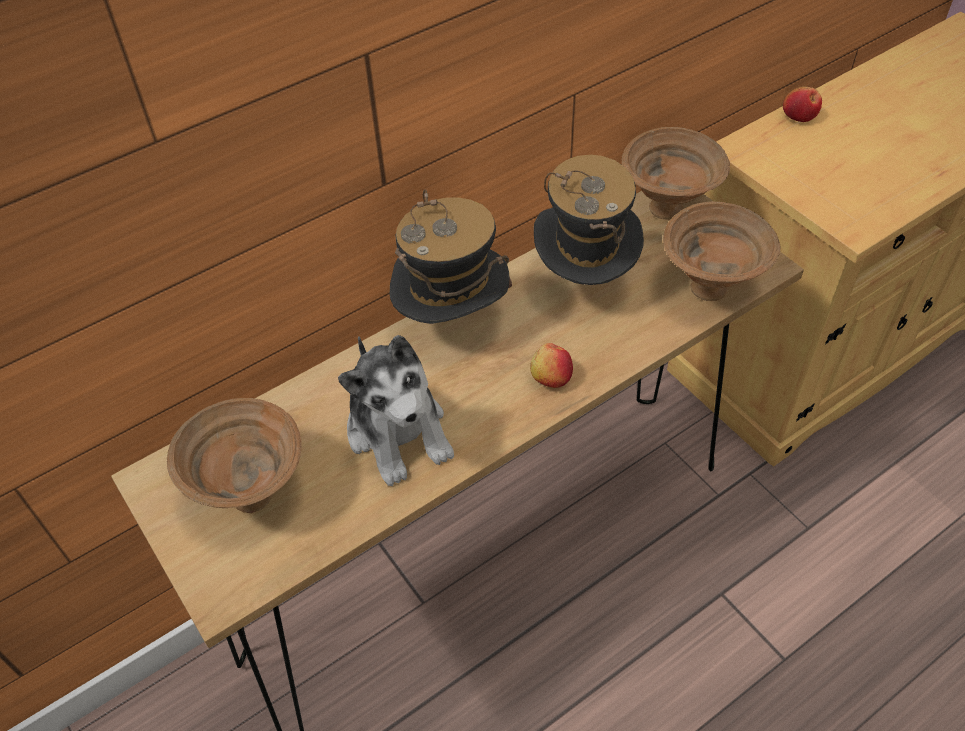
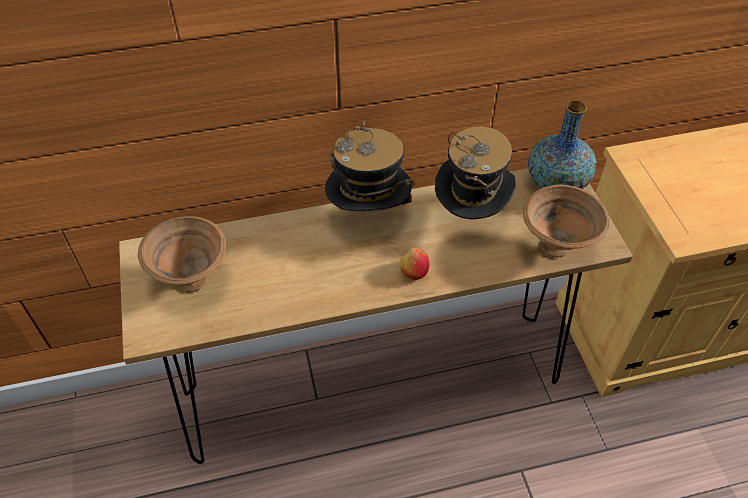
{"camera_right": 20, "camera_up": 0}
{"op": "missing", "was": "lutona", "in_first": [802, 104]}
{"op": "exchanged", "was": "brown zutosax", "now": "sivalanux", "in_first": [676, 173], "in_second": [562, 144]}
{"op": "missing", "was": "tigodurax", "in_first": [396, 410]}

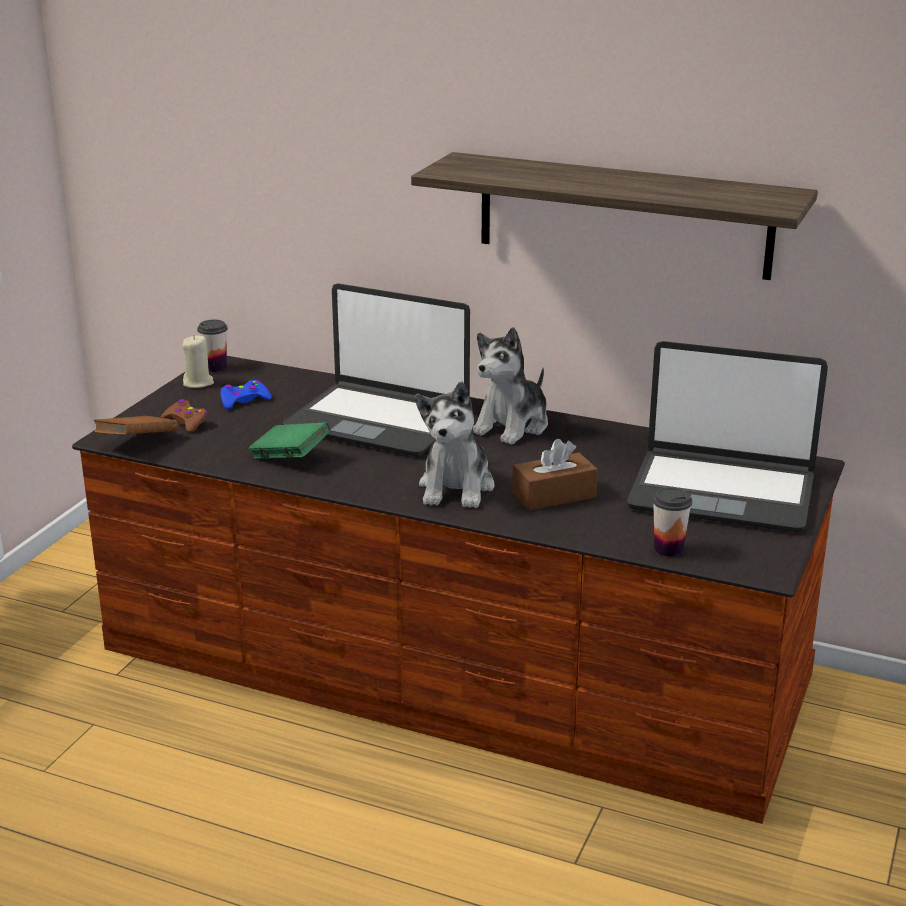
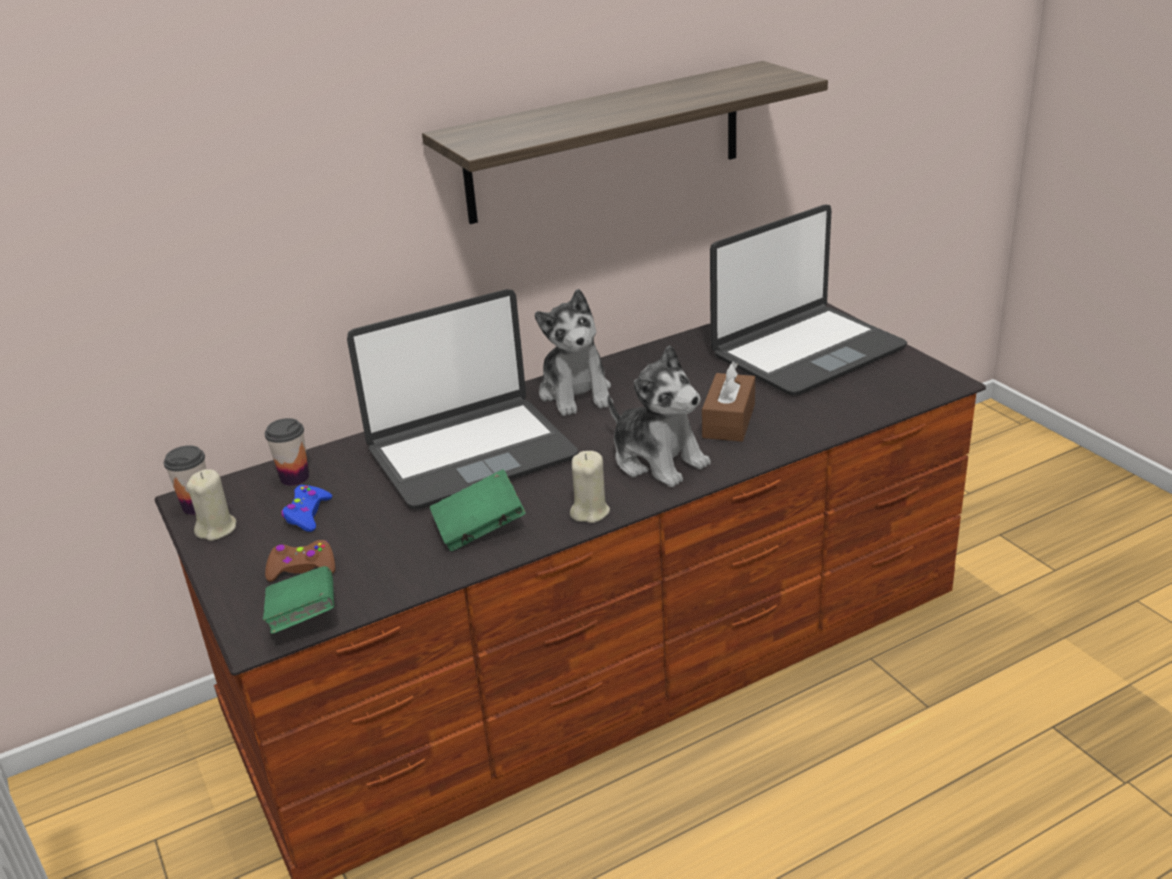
{"camera_right": -50, "camera_up": 5}
{"op": "colour", "was": "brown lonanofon", "now": "green lonanofon", "in_first": [136, 425], "in_second": [298, 600]}
{"op": "relocated", "was": "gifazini", "in_first": [672, 522], "in_second": [287, 452]}
{"op": "appeared", "now": "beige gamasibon", "in_second": [590, 487]}

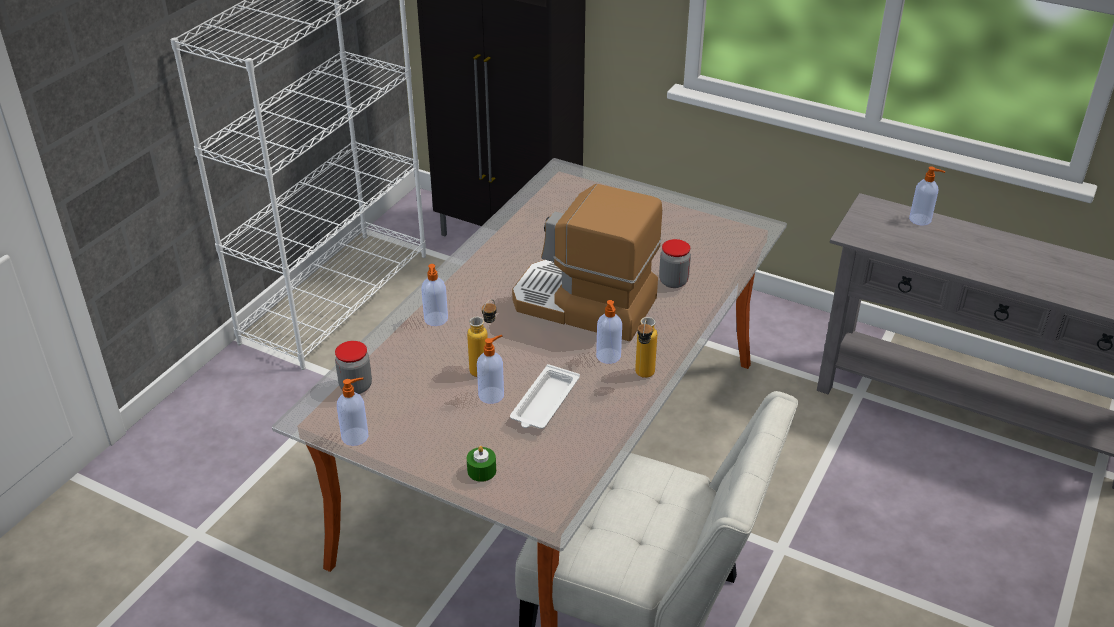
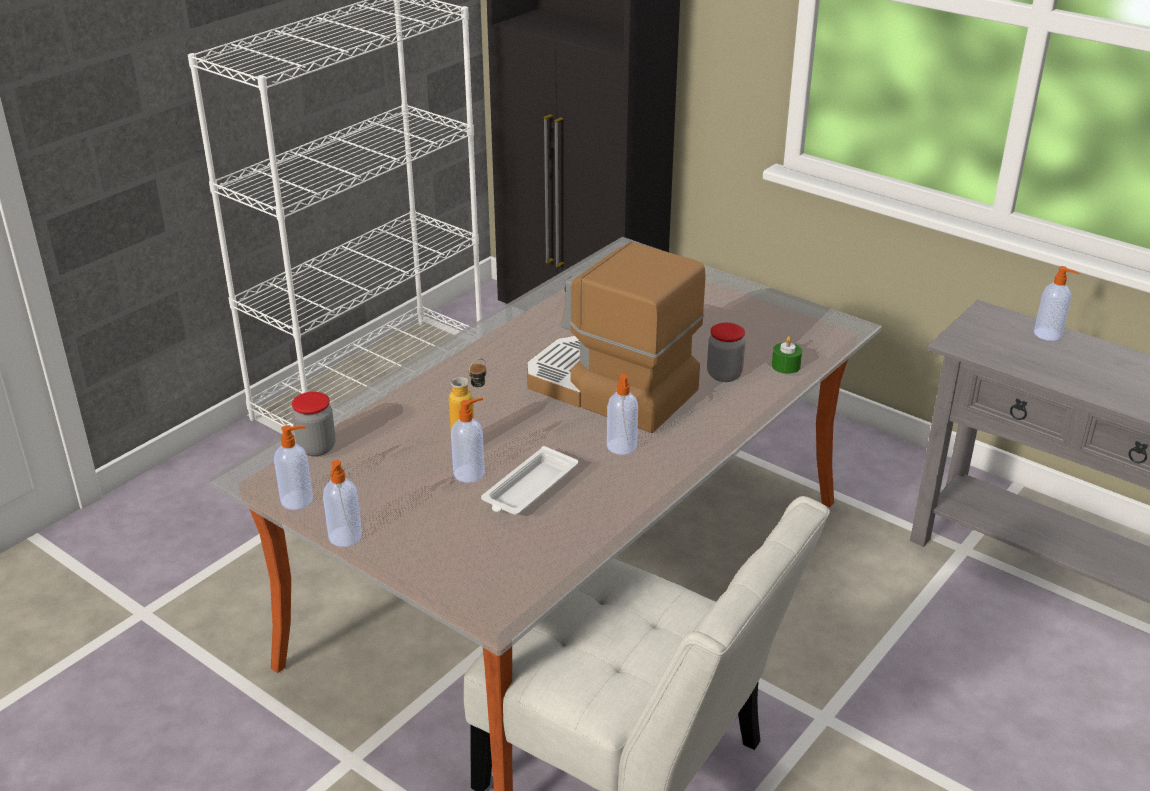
{"camera_right": 10, "camera_up": -5}
{"op": "relocated", "was": "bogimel", "in_first": [434, 295], "in_second": [342, 503]}
{"op": "missing", "was": "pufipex", "in_first": [646, 347]}
{"op": "relocated", "was": "green gamasibon", "in_first": [481, 464], "in_second": [787, 355]}

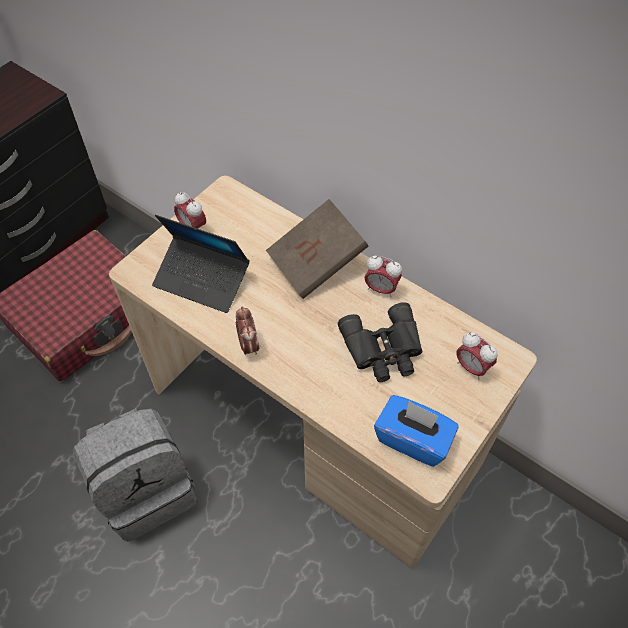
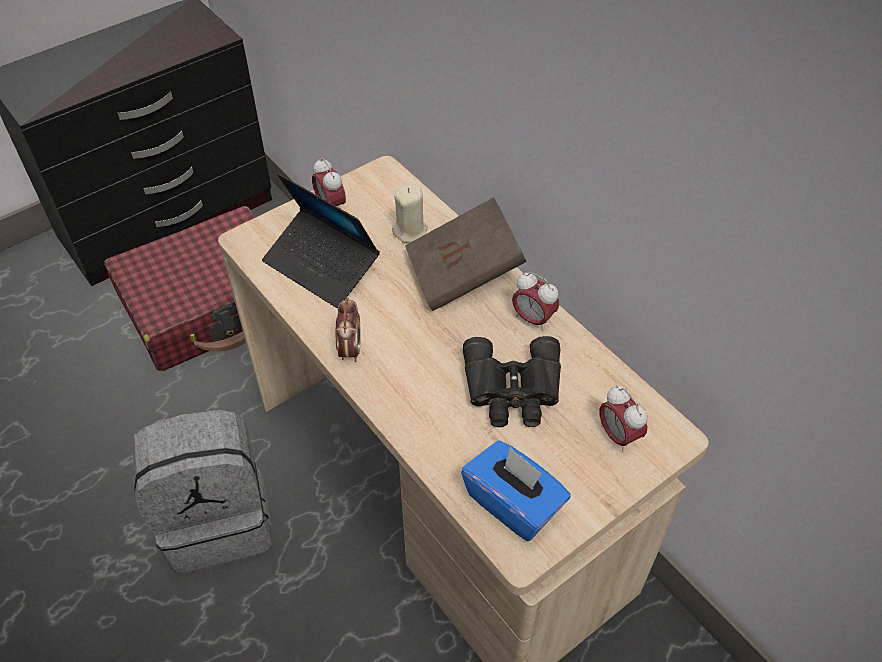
{"camera_right": 15, "camera_up": -5}
{"op": "appeared", "now": "beige gamasibon", "in_second": [410, 213]}

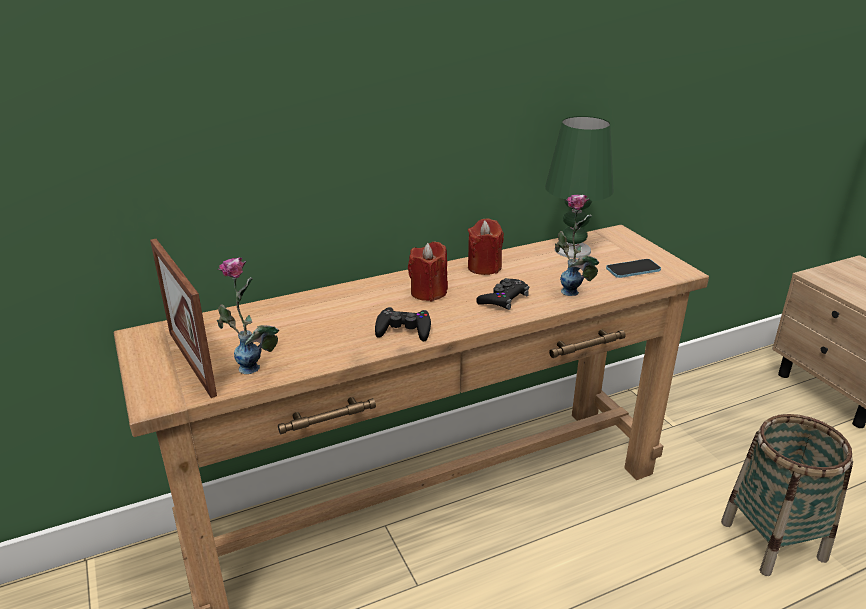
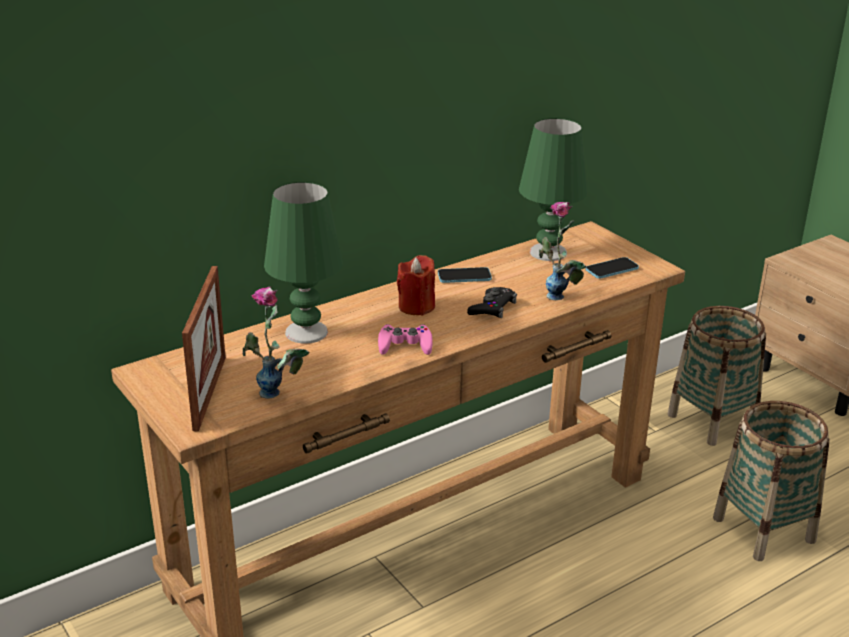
{"camera_right": -10, "camera_up": 0}
{"op": "exchanged", "was": "red gamasibon", "now": "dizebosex", "in_first": [486, 246], "in_second": [465, 275]}
{"op": "spun", "was": "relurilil", "in_first": [183, 318], "in_second": [204, 349], "clockwise": -135}
{"op": "colour", "was": "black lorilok", "now": "pink lorilok", "in_first": [403, 324], "in_second": [405, 339]}
{"op": "appeared", "now": "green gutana", "in_second": [303, 263]}
{"op": "appeared", "now": "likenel", "in_second": [716, 376]}

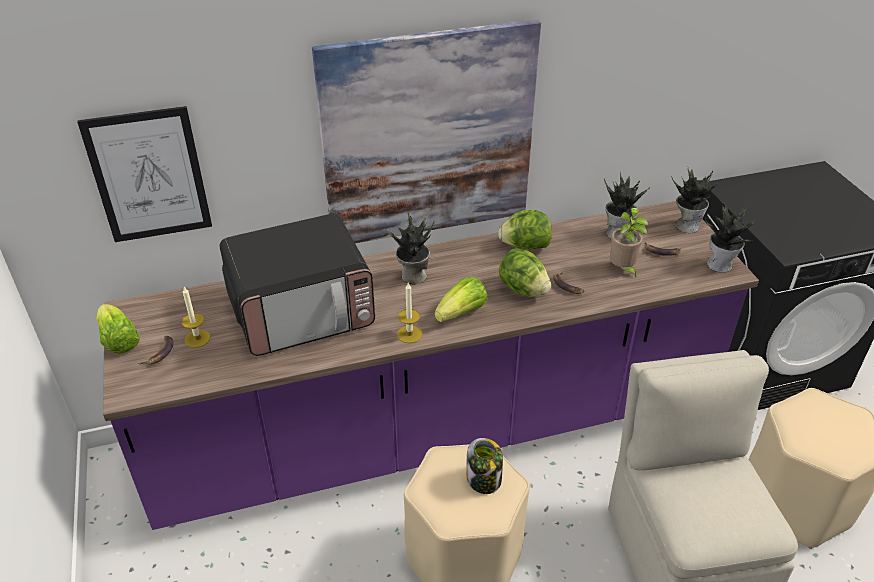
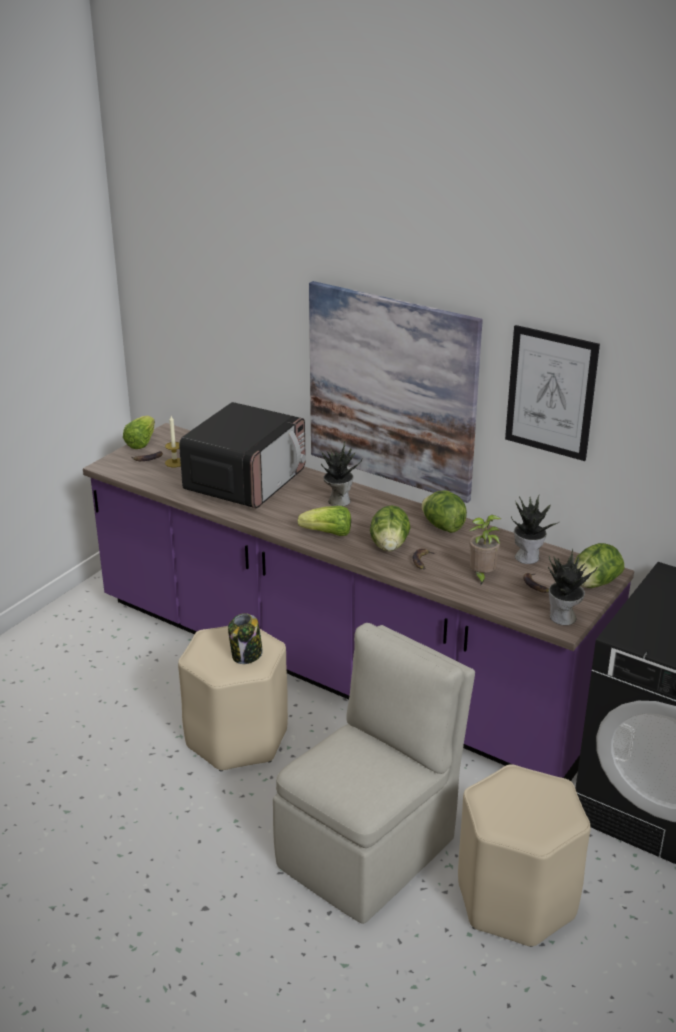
{"camera_right": 50, "camera_up": -10}
{"op": "relocated", "was": "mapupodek", "in_first": [144, 174], "in_second": [552, 393]}
{"op": "exchanged", "was": "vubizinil", "now": "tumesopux", "in_first": [695, 201], "in_second": [599, 565]}
{"op": "spun", "was": "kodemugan", "in_first": [297, 284], "in_second": [242, 455], "clockwise": -90}
{"op": "missing", "was": "gamasibon", "in_first": [409, 313]}

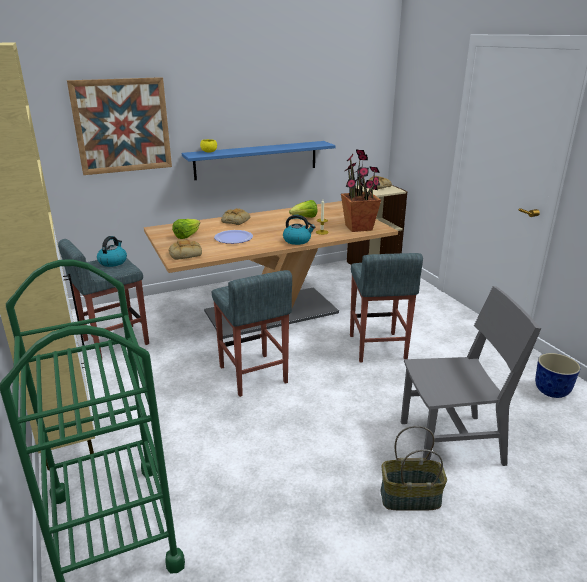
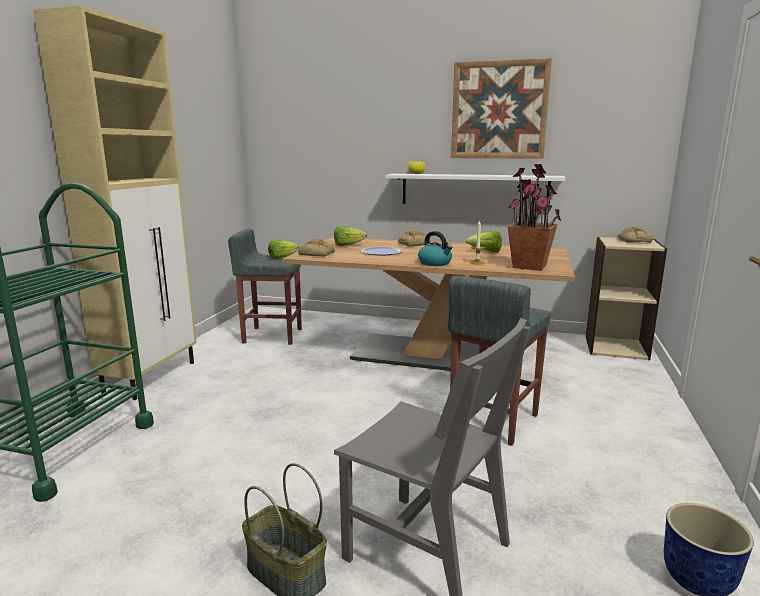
{"camera_right": 40, "camera_up": -10}
{"op": "relocated", "was": "mapupodek", "in_first": [119, 126], "in_second": [501, 108]}
{"op": "colour", "was": "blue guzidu", "now": "white guzidu", "in_first": [259, 160], "in_second": [475, 189]}
{"op": "exchanged", "was": "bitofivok", "now": "tumesopux", "in_first": [112, 251], "in_second": [283, 249]}
{"op": "missing", "was": "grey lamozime", "in_first": [252, 333]}

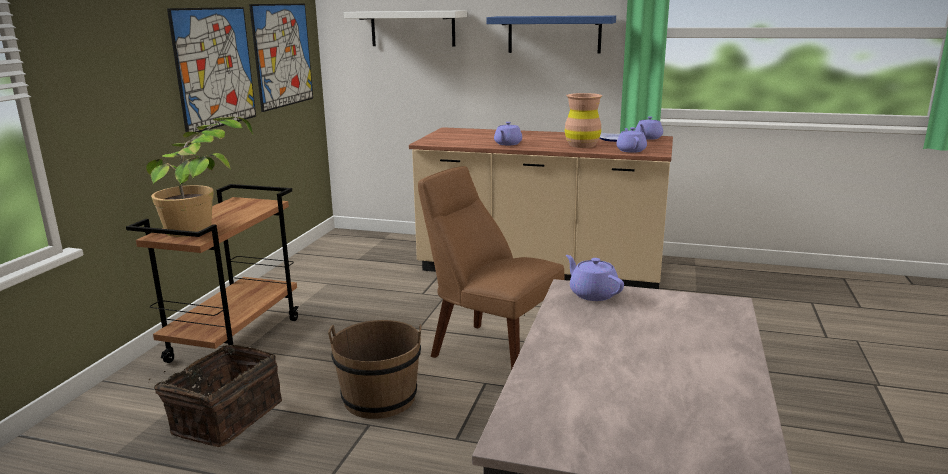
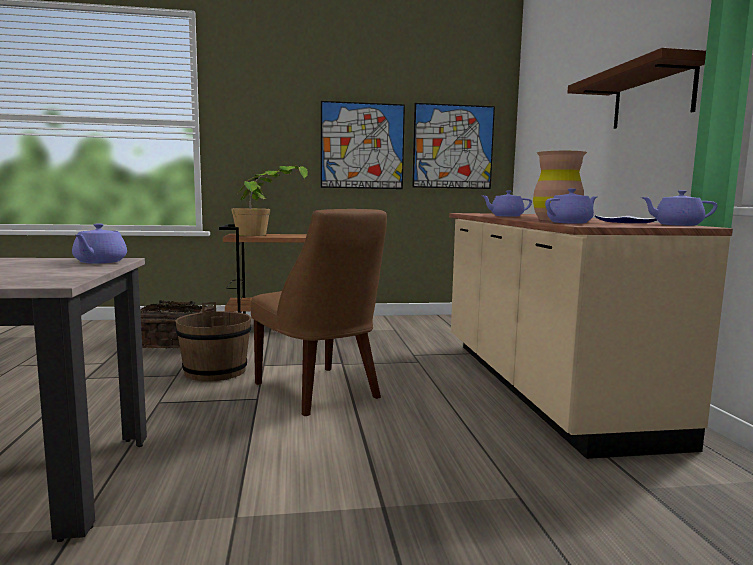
{"camera_right": 65, "camera_up": -10}
{"op": "missing", "was": "white guzidu", "in_first": [405, 28]}
{"op": "colour", "was": "blue guzidu", "now": "brown guzidu", "in_first": [551, 35], "in_second": [636, 88]}
{"op": "spun", "was": "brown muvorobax", "in_first": [491, 268], "in_second": [319, 312], "clockwise": 135}
{"op": "spun", "was": "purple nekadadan", "in_first": [595, 278], "in_second": [99, 244], "clockwise": 150}

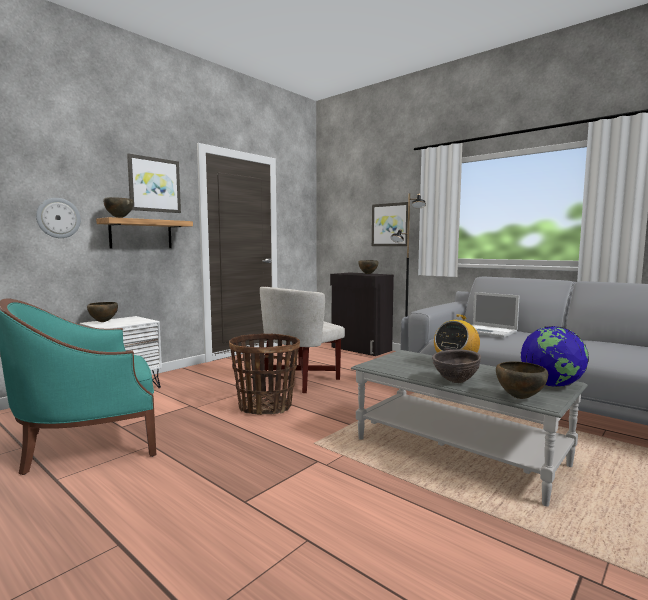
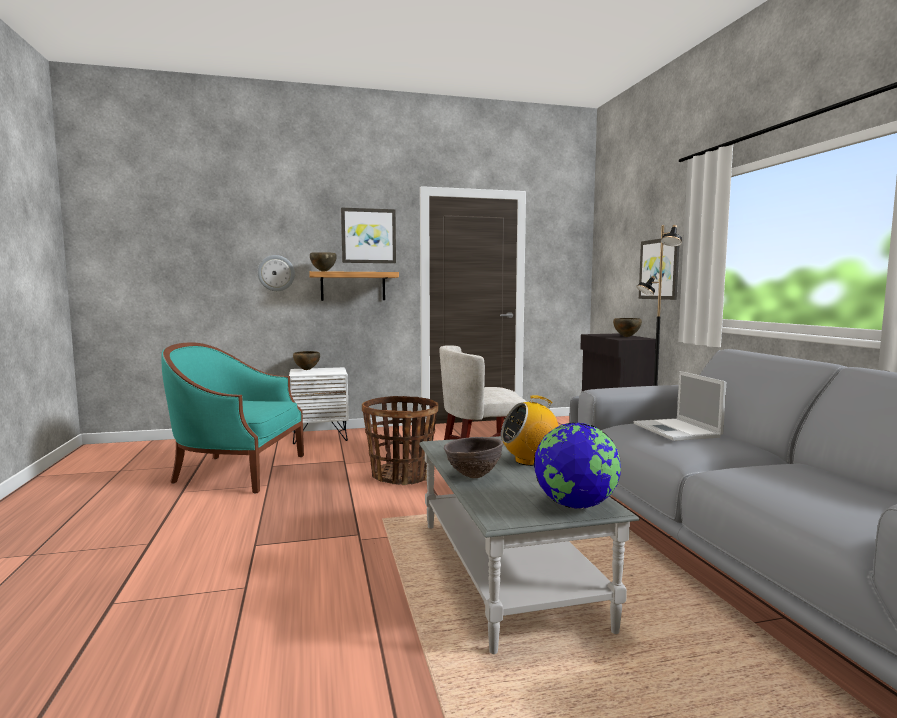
{"camera_right": 35, "camera_up": 0}
{"op": "missing", "was": "brown zutosax", "in_first": [522, 380]}

